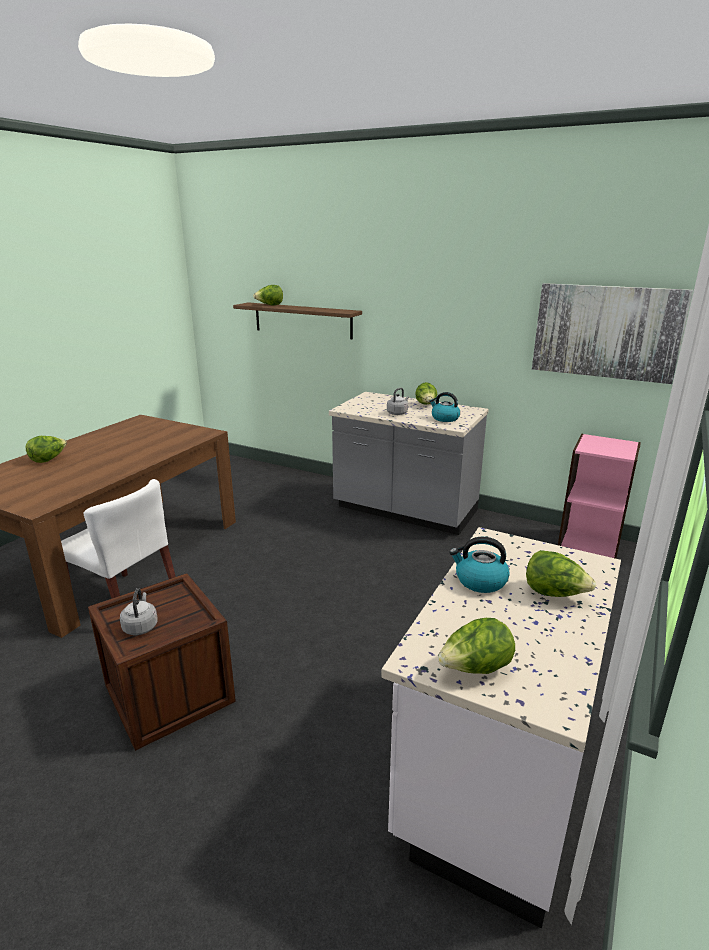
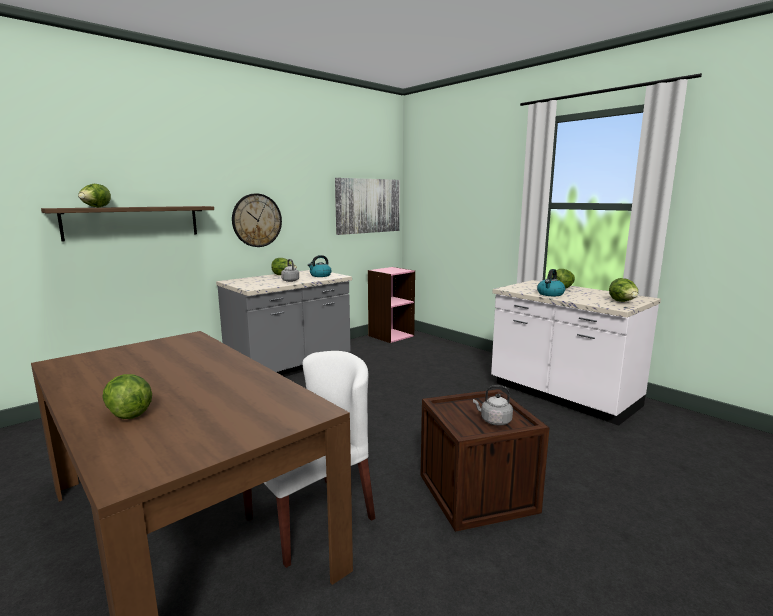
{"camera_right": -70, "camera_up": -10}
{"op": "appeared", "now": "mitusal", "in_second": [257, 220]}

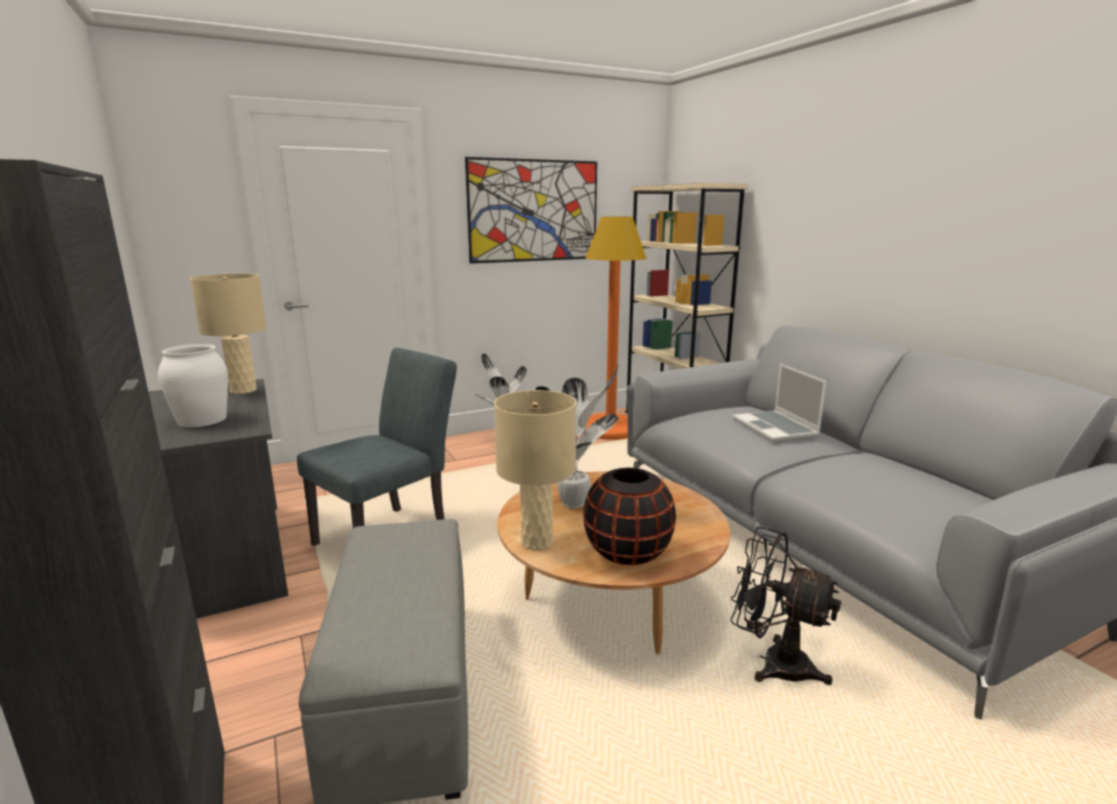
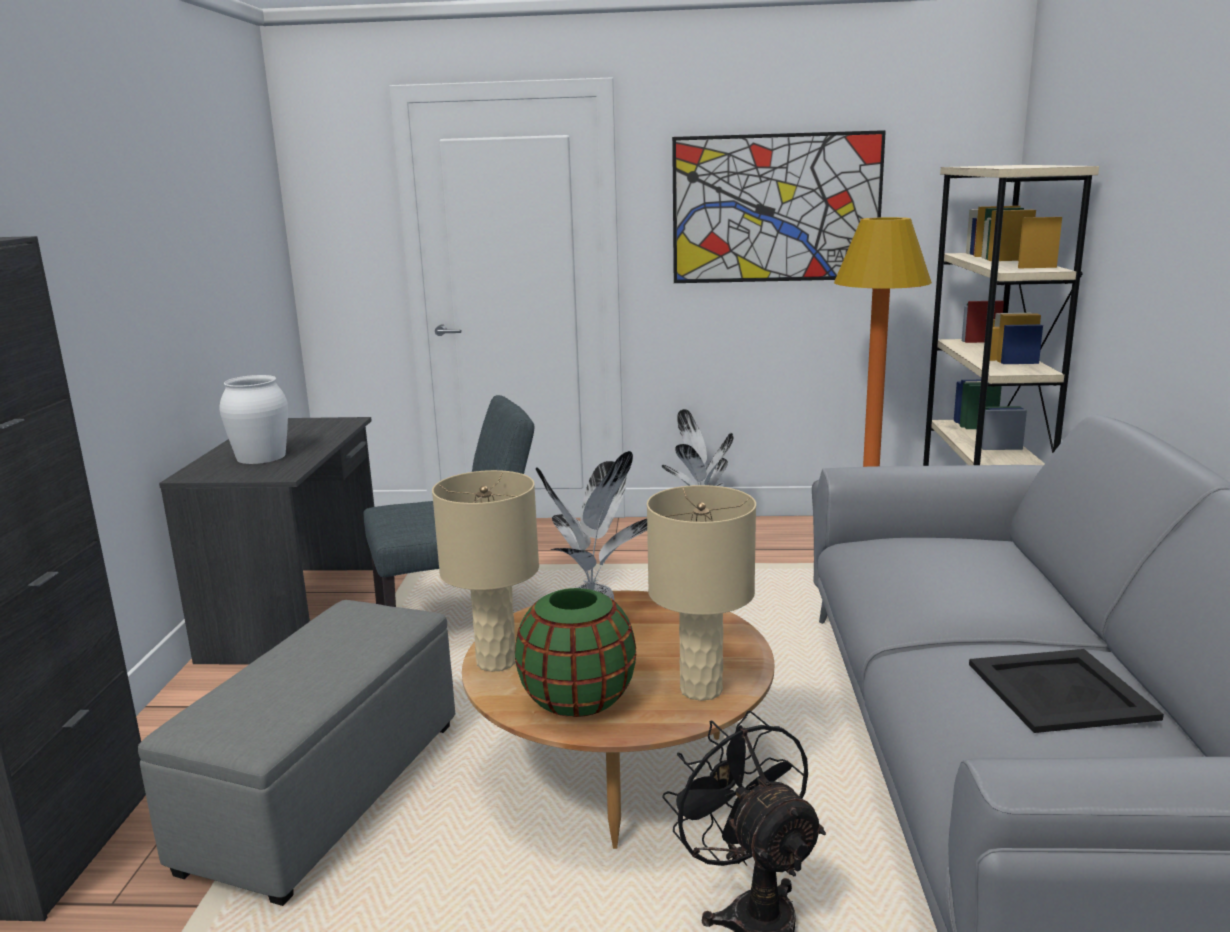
{"camera_right": 30, "camera_up": 0}
{"op": "relocated", "was": "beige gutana", "in_first": [228, 333], "in_second": [701, 593]}
{"op": "missing", "was": "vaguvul", "in_first": [779, 402]}
{"op": "colour", "was": "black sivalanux", "now": "green sivalanux", "in_first": [629, 516], "in_second": [575, 652]}
{"op": "appeared", "now": "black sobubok", "in_second": [1066, 691]}

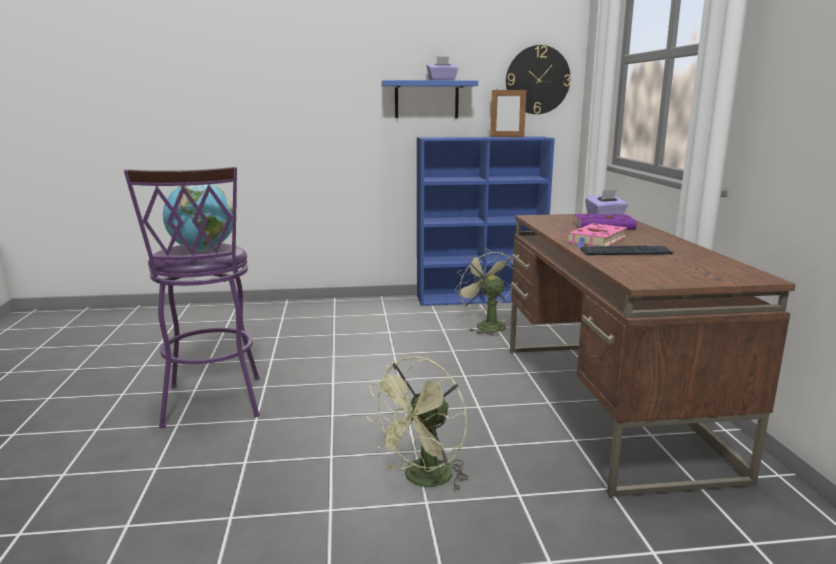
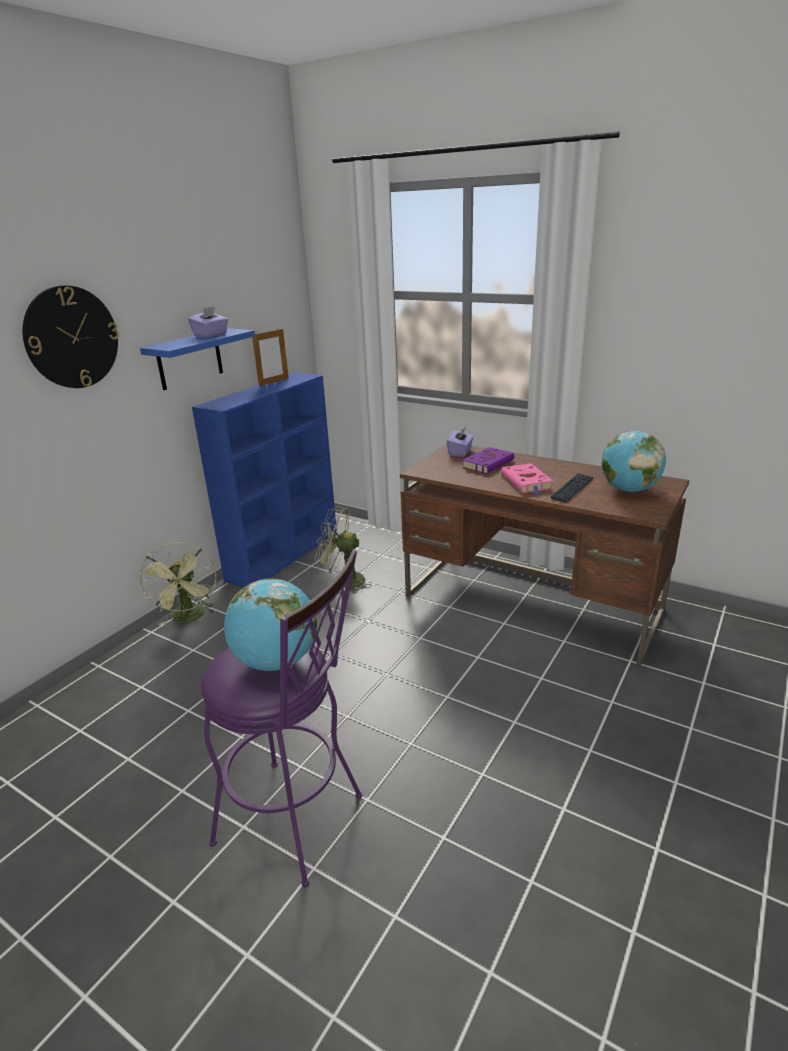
{"camera_right": -50, "camera_up": 10}
{"op": "relocated", "was": "mitusal", "in_first": [538, 79], "in_second": [71, 336]}
{"op": "relocated", "was": "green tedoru", "in_first": [417, 424], "in_second": [177, 584]}
{"op": "appeared", "now": "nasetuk", "in_second": [633, 461]}

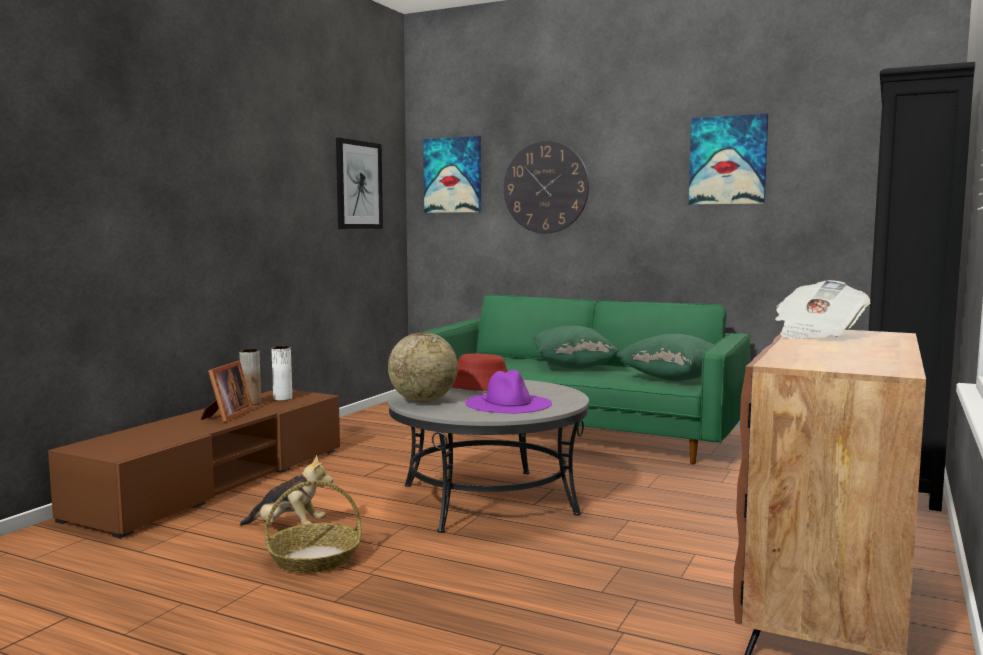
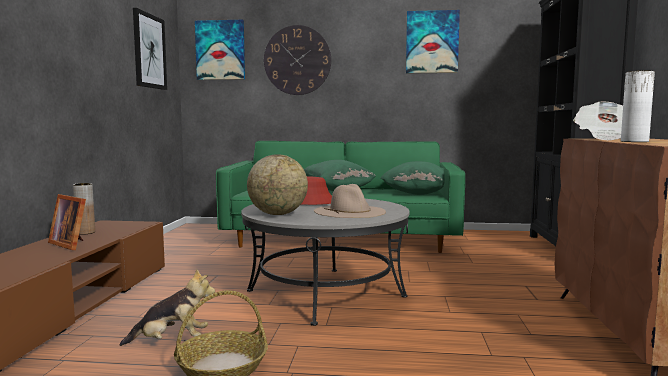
{"camera_right": -20, "camera_up": 0}
{"op": "relocated", "was": "white sivalanux", "in_first": [281, 373], "in_second": [638, 106]}
{"op": "spun", "was": "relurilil", "in_first": [227, 391], "in_second": [67, 222], "clockwise": 135}
{"op": "colour", "was": "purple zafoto", "now": "beige zafoto", "in_first": [508, 392], "in_second": [350, 201]}

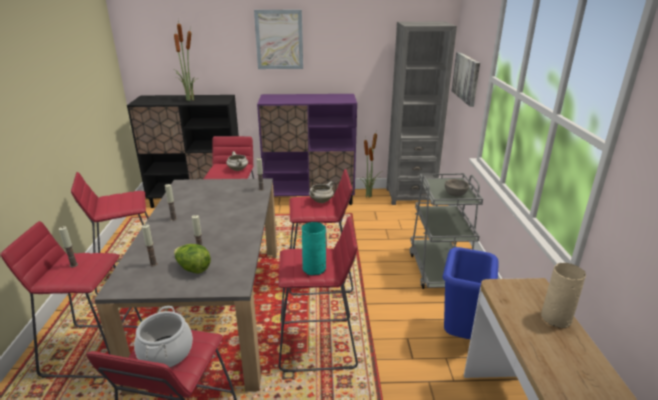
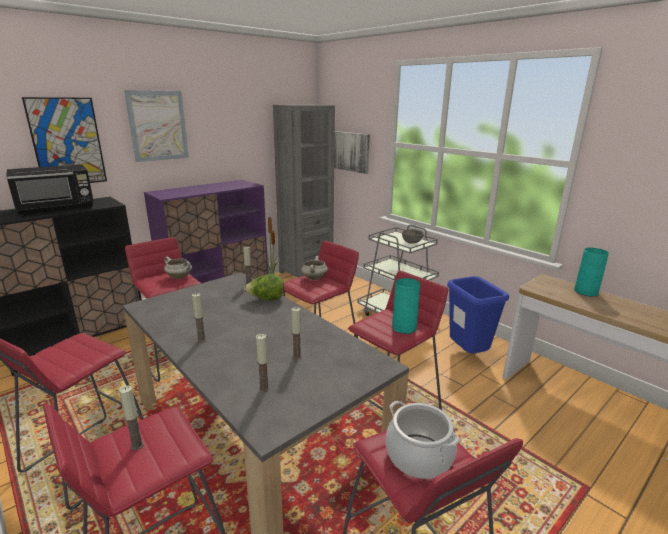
{"camera_right": -40, "camera_up": -5}
{"op": "exchanged", "was": "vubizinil", "now": "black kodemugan", "in_first": [186, 60], "in_second": [50, 190]}
{"op": "relocated", "was": "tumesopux", "in_first": [192, 259], "in_second": [264, 287]}
{"op": "colour", "was": "beige sivalanux", "now": "turquoise sivalanux", "in_first": [563, 295], "in_second": [591, 272]}
{"op": "appeared", "now": "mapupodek", "in_second": [64, 140]}

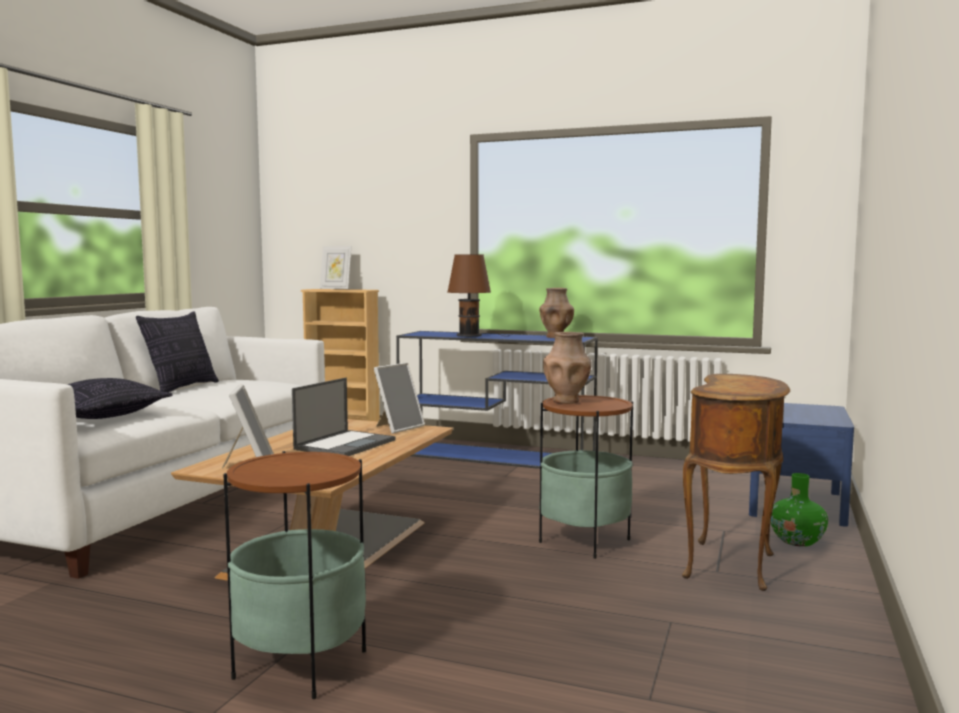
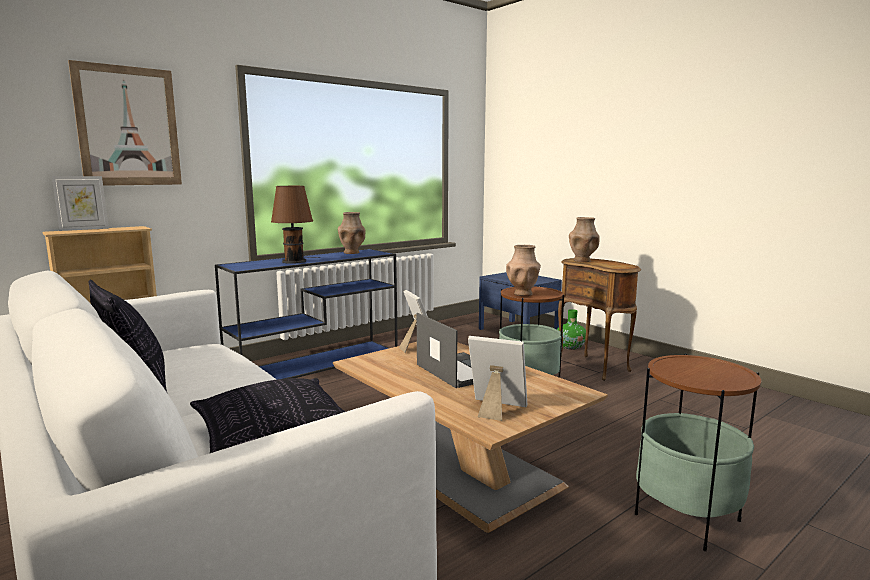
{"camera_right": -60, "camera_up": 5}
{"op": "appeared", "now": "mapupodek", "in_second": [125, 123]}
{"op": "appeared", "now": "brown sivalanux", "in_second": [584, 239]}

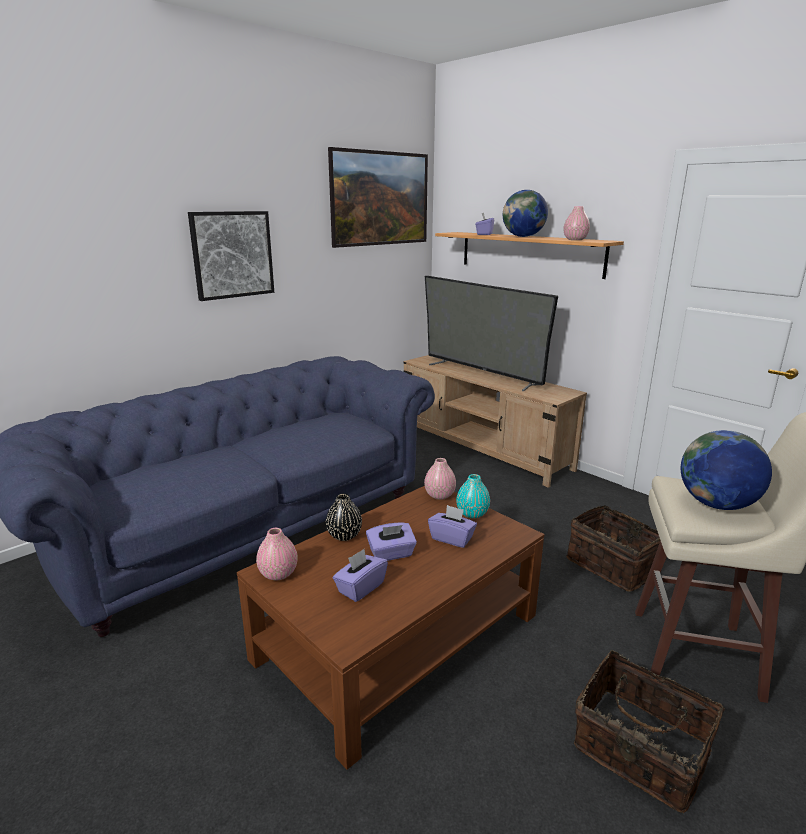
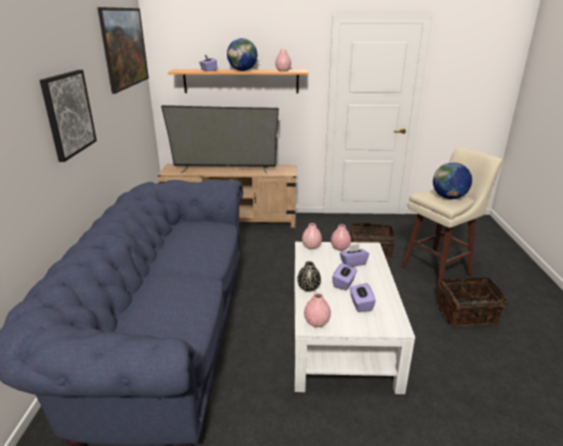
{"camera_right": -45, "camera_up": 5}
{"op": "colour", "was": "turquoise sivalanux", "now": "pink sivalanux", "in_first": [473, 496], "in_second": [341, 237]}
{"op": "colour", "was": "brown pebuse", "now": "white pebuse", "in_first": [391, 628], "in_second": [354, 318]}

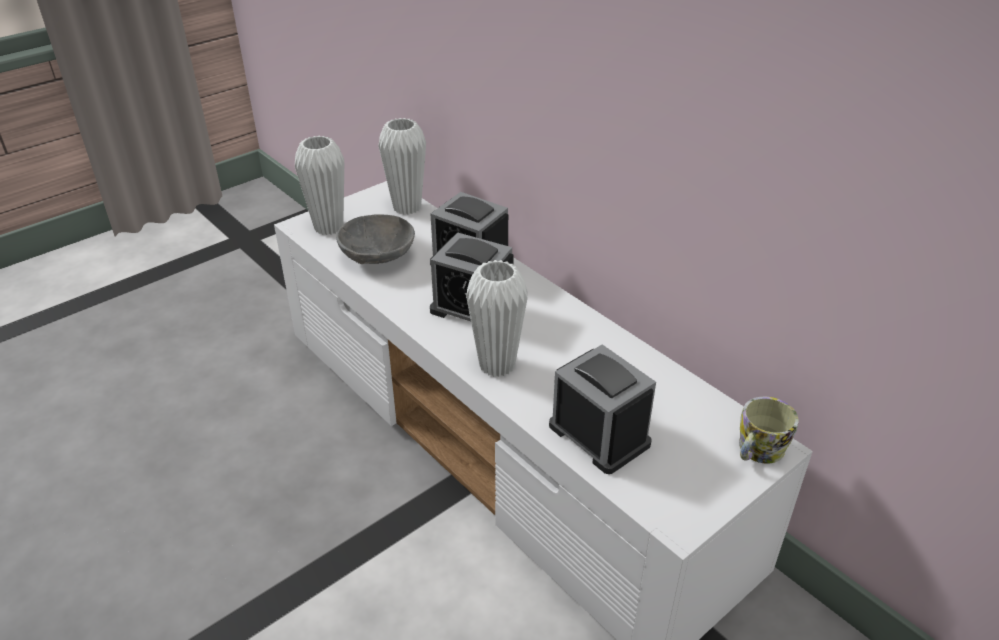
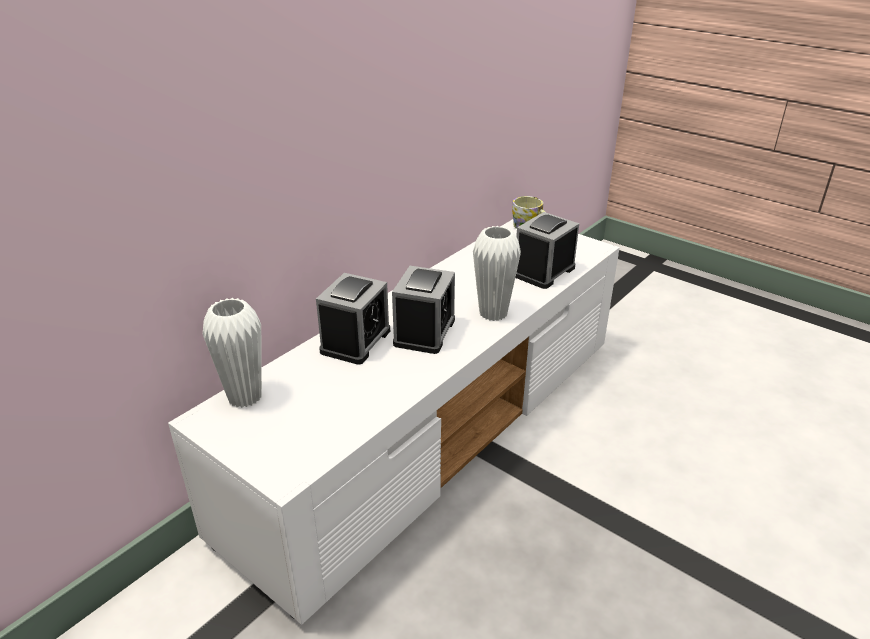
{"camera_right": -100, "camera_up": -5}
{"op": "missing", "was": "white sivalanux", "in_first": [319, 185]}
{"op": "missing", "was": "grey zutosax", "in_first": [375, 239]}

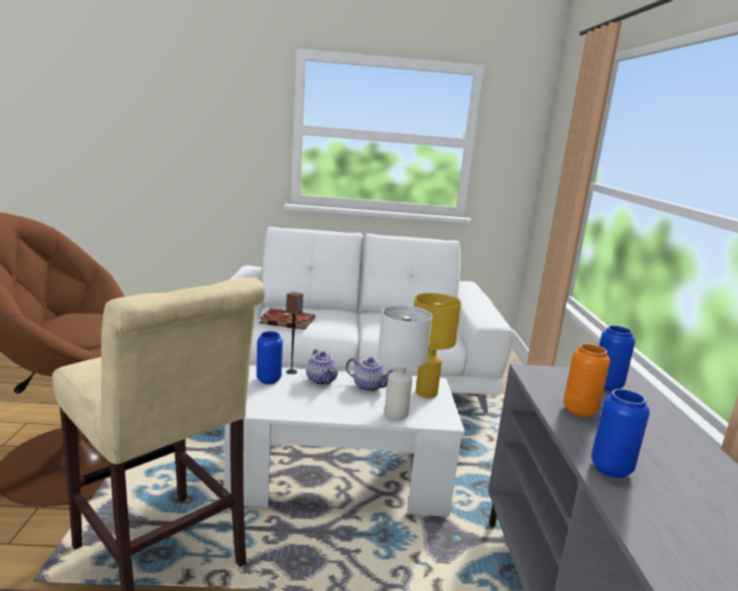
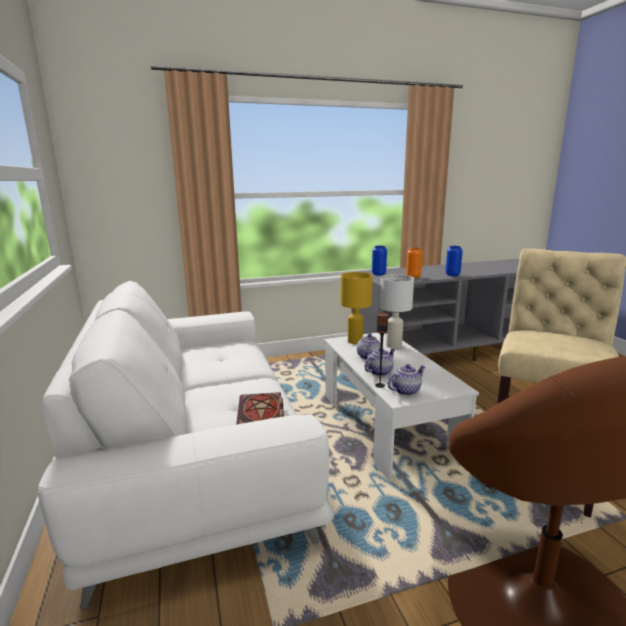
{"camera_right": -105, "camera_up": 0}
{"op": "exchanged", "was": "blue sivalanux", "now": "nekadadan", "in_first": [269, 357], "in_second": [407, 379]}

